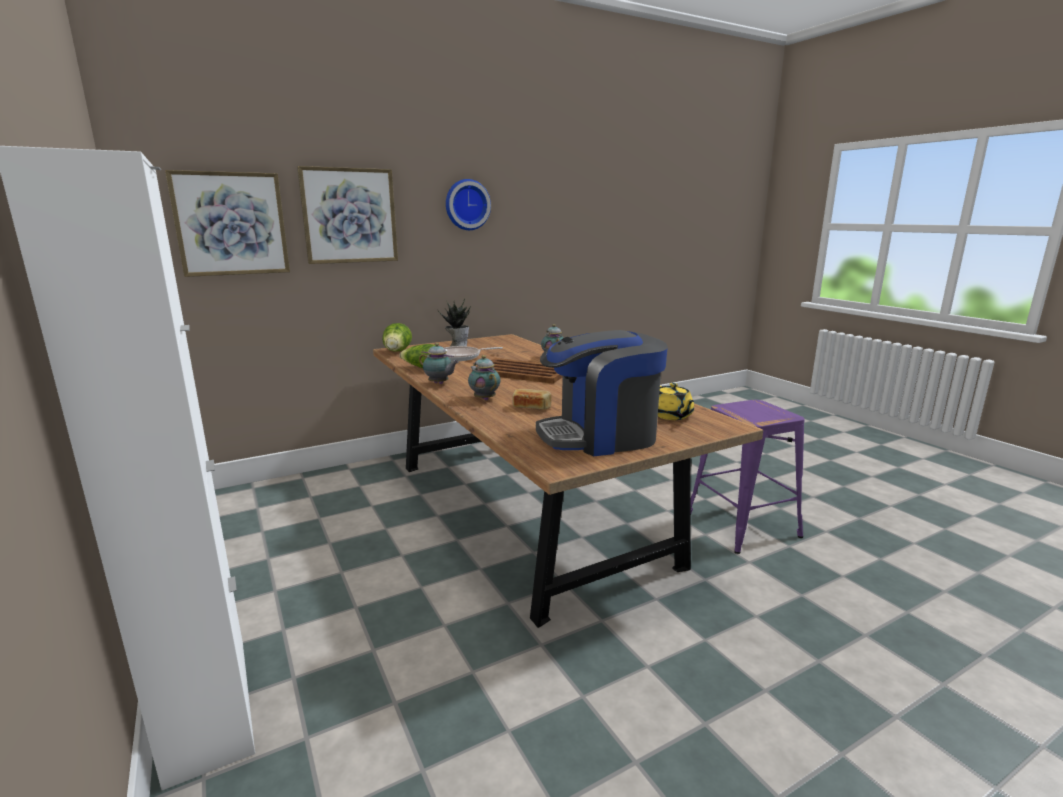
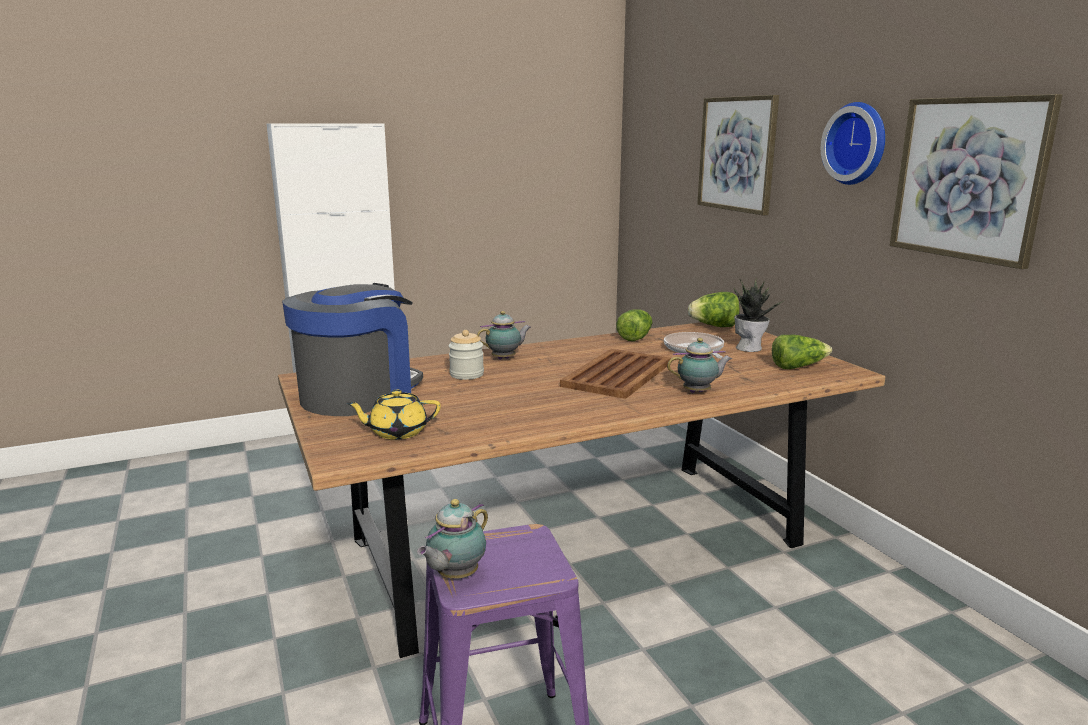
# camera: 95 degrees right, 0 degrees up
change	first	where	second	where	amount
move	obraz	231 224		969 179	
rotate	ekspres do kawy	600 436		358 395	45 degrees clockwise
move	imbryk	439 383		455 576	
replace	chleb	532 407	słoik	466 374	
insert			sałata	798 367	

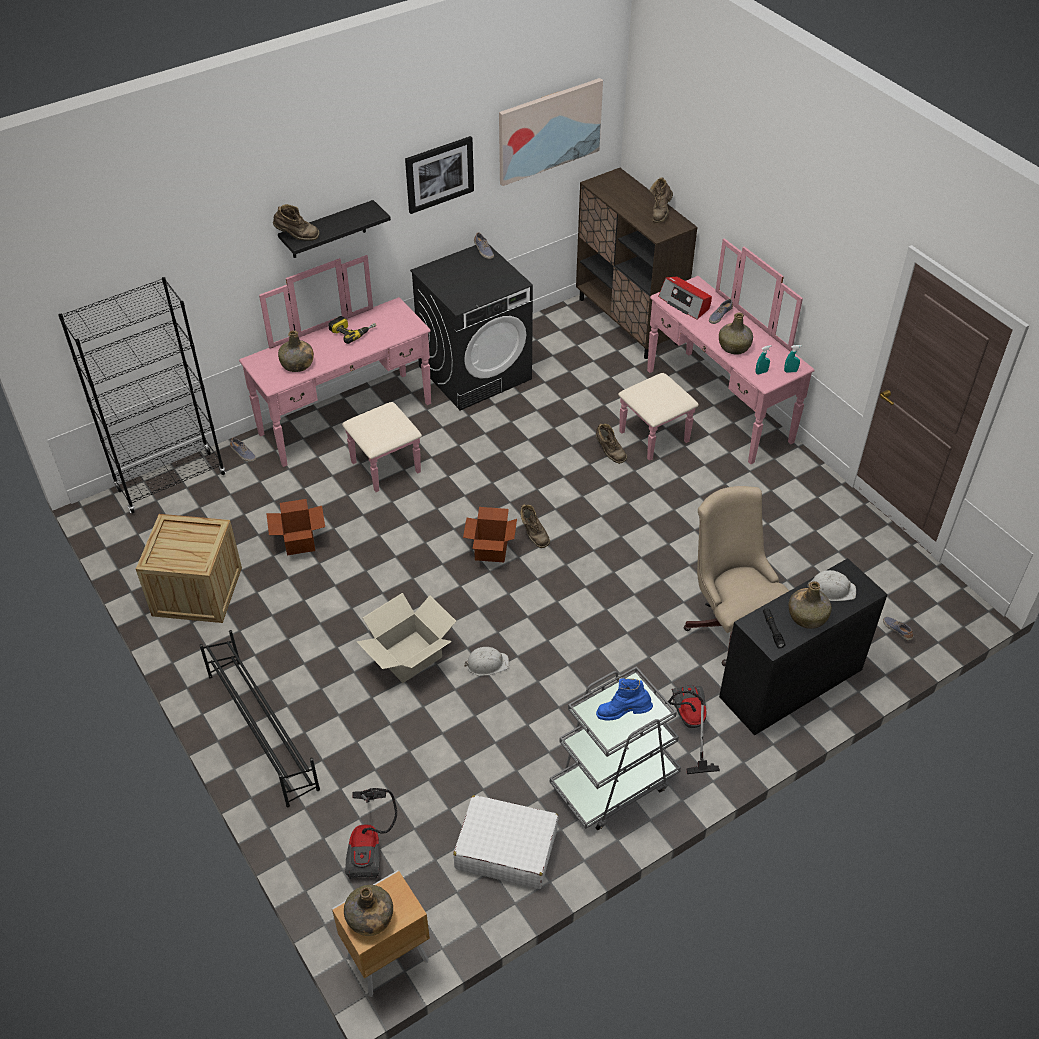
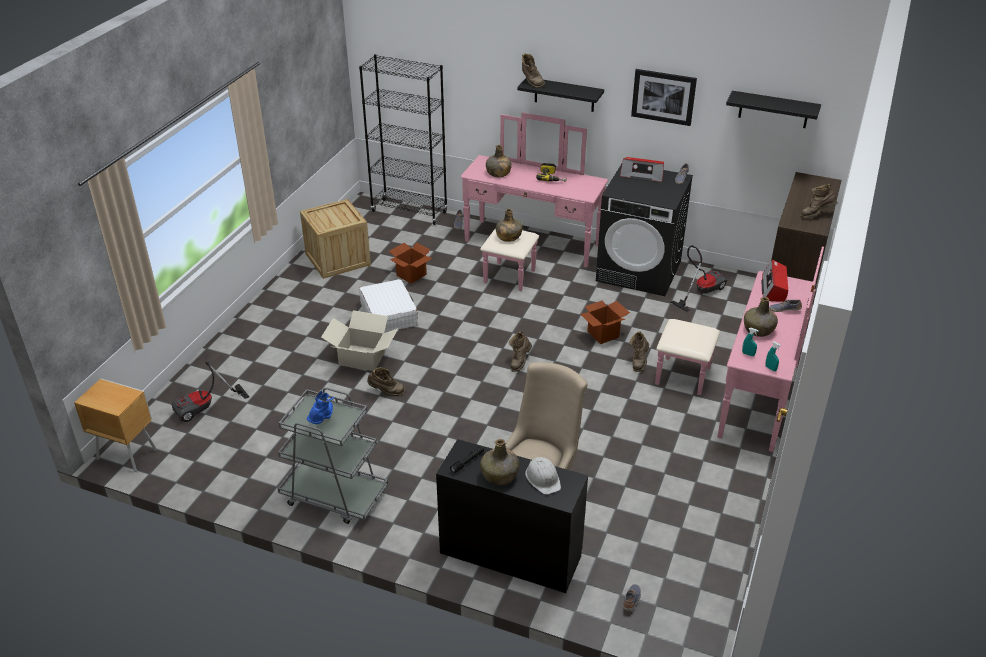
# camera: 55 degrees right, 10 degrees down
change	first	where	second	where	amount
replace	obraz	549 130	półka (czarny)	773 109	
move	karton	491 550		603 334	
delete	regał na buty (czarny)	262 730			
replace	kask (biały)	486 663	but z cholewką (brązowy)	386 392	
rotate	but z cholewką (niebieski)	623 714		322 420	45 degrees clockwise
move	odkurzacz	688 725		700 291	
move	walizka (biały)	506 849		389 314	
move	butelka (zielony)	369 918		508 237	
insert			radio	642 175	

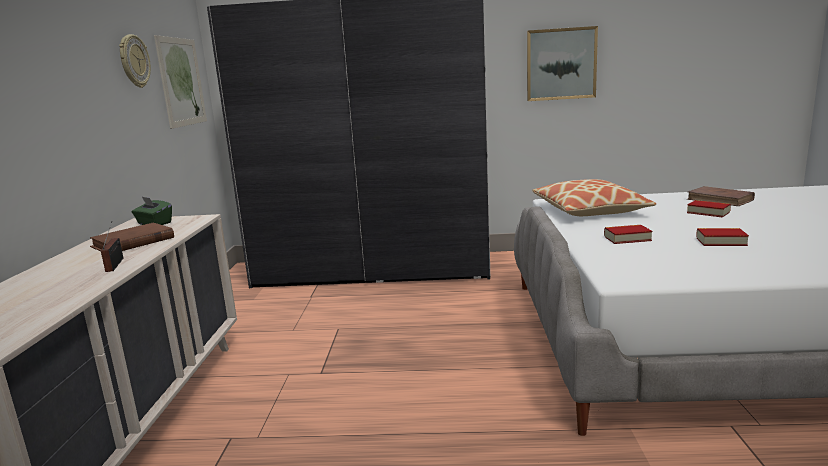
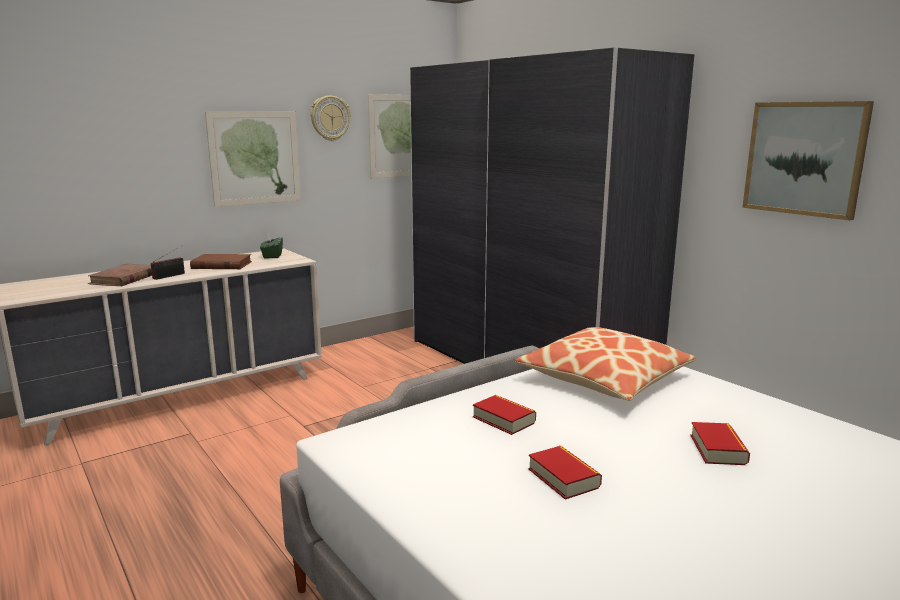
# camera: 50 degrees right, 0 degrees up
change	first	where	second	where	amount
move	książka (brązowy)	720 199		124 279	
insert			obraz	255 158	

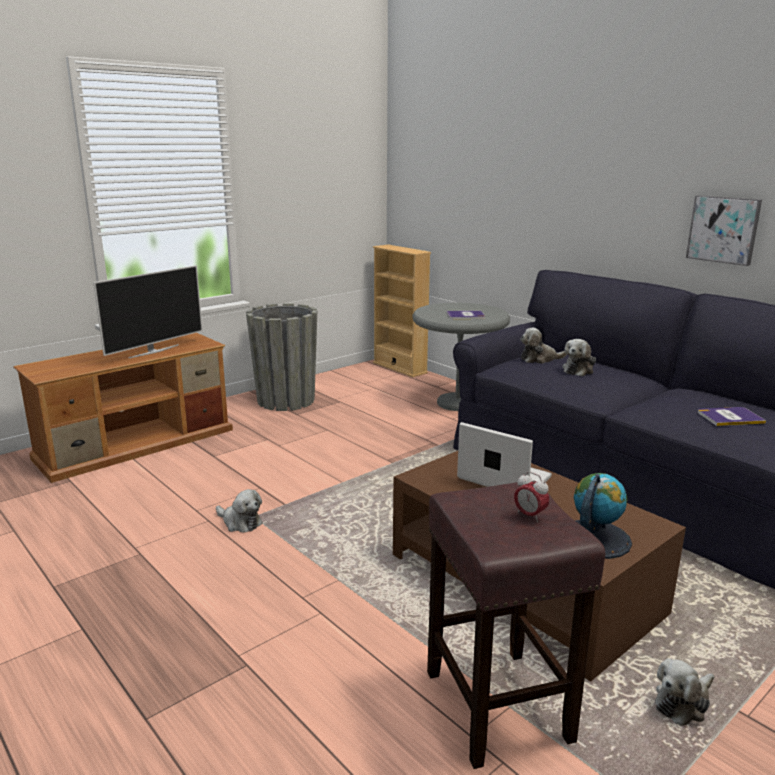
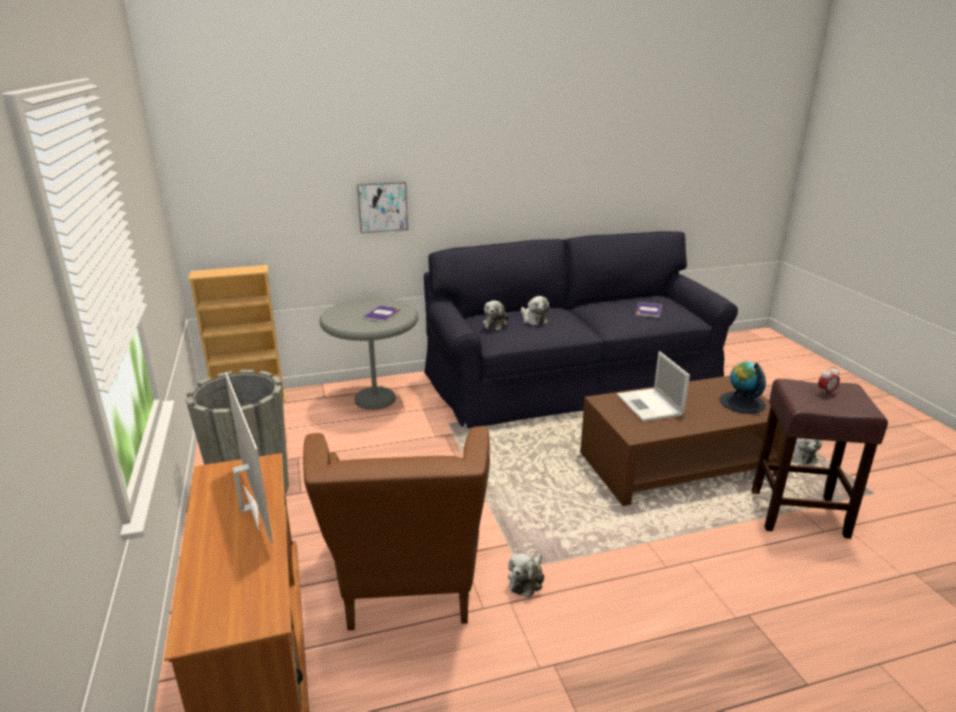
# camera: 65 degrees left, 5 degrees up
change	first	where	second	where	amount
move	obraz	723 229		382 206	
rotate	laptop	502 477		650 406	75 degrees counterclockwise
rotate	pluszak	240 522		526 580	150 degrees clockwise
insert			fotel (brązowy)	408 586	

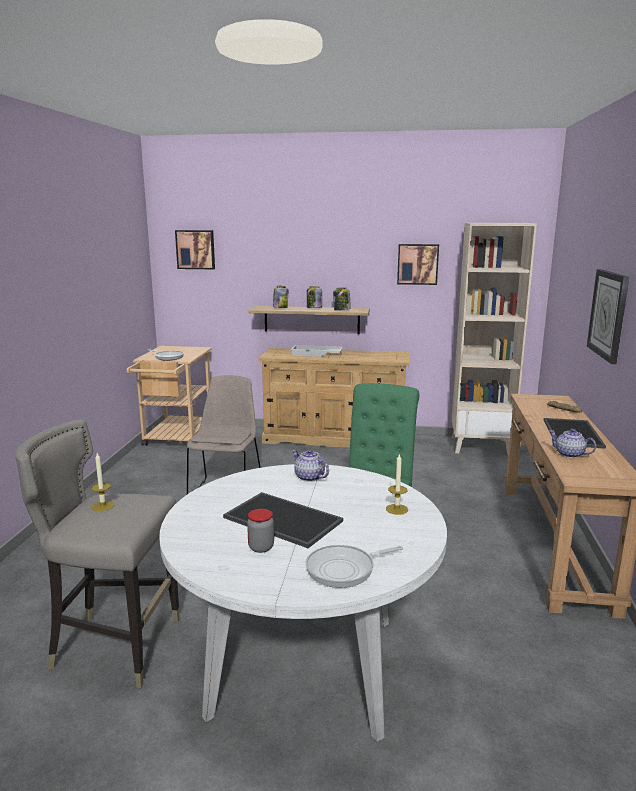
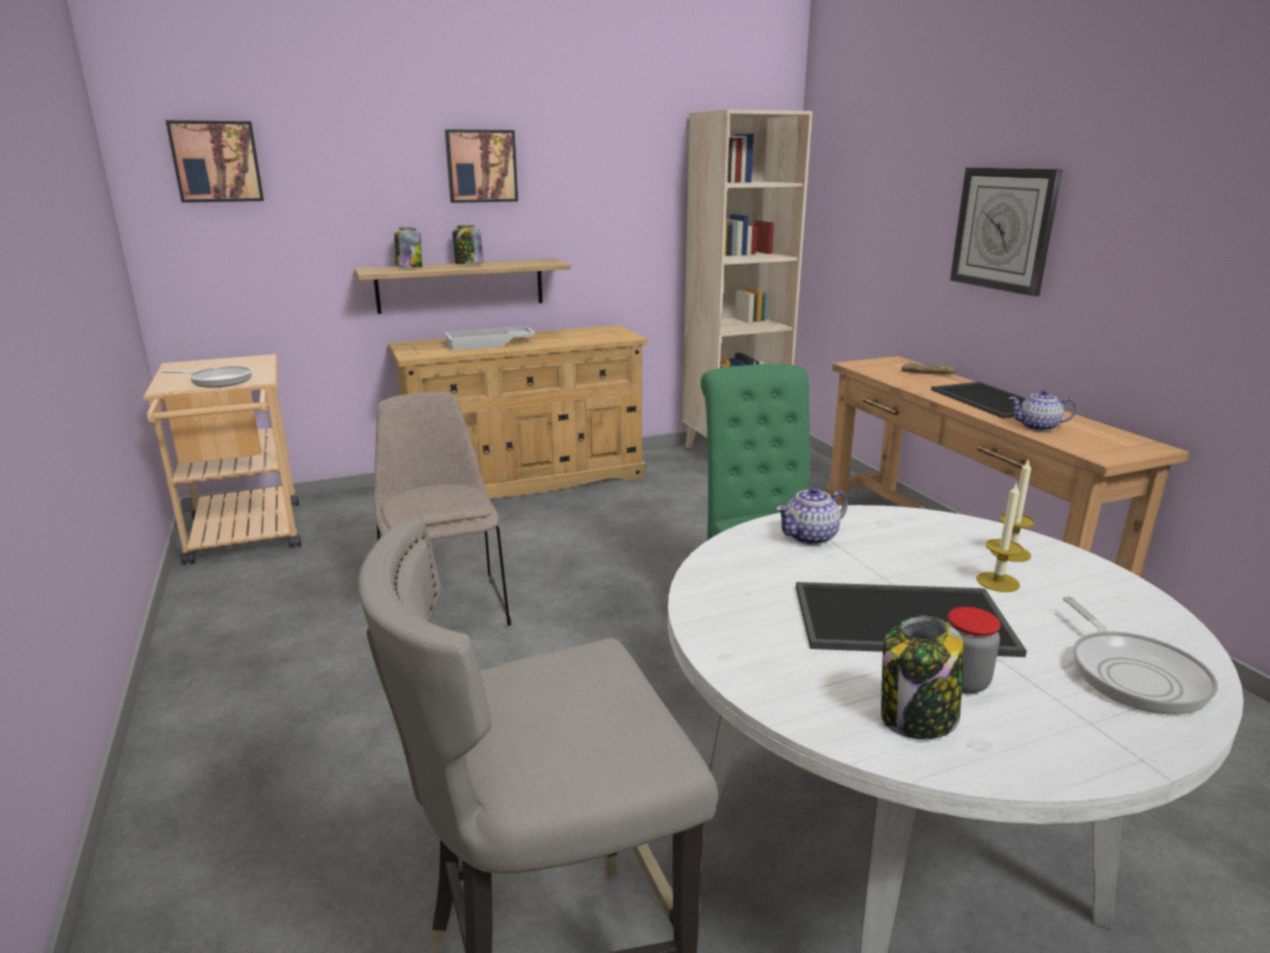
# camera: 30 degrees left, 5 degrees up
change	first	where	second	where	amount
move	obraz	417 264		481 166	
move	słoik	341 310		917 718	
rotate	imbryk	309 477		811 537	45 degrees counterclockwise
move	świeca	103 506		997 582	
rotate	patelnia	344 569		1133 674	45 degrees counterclockwise

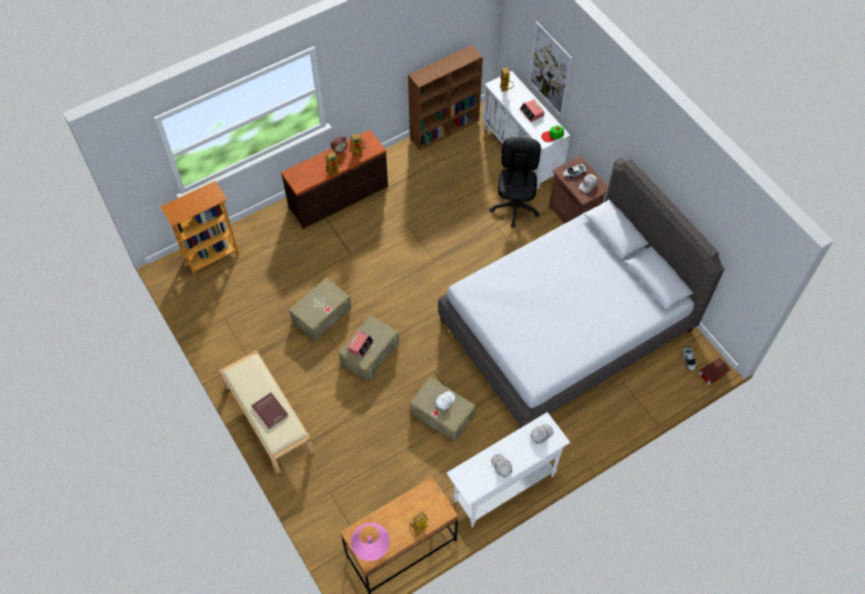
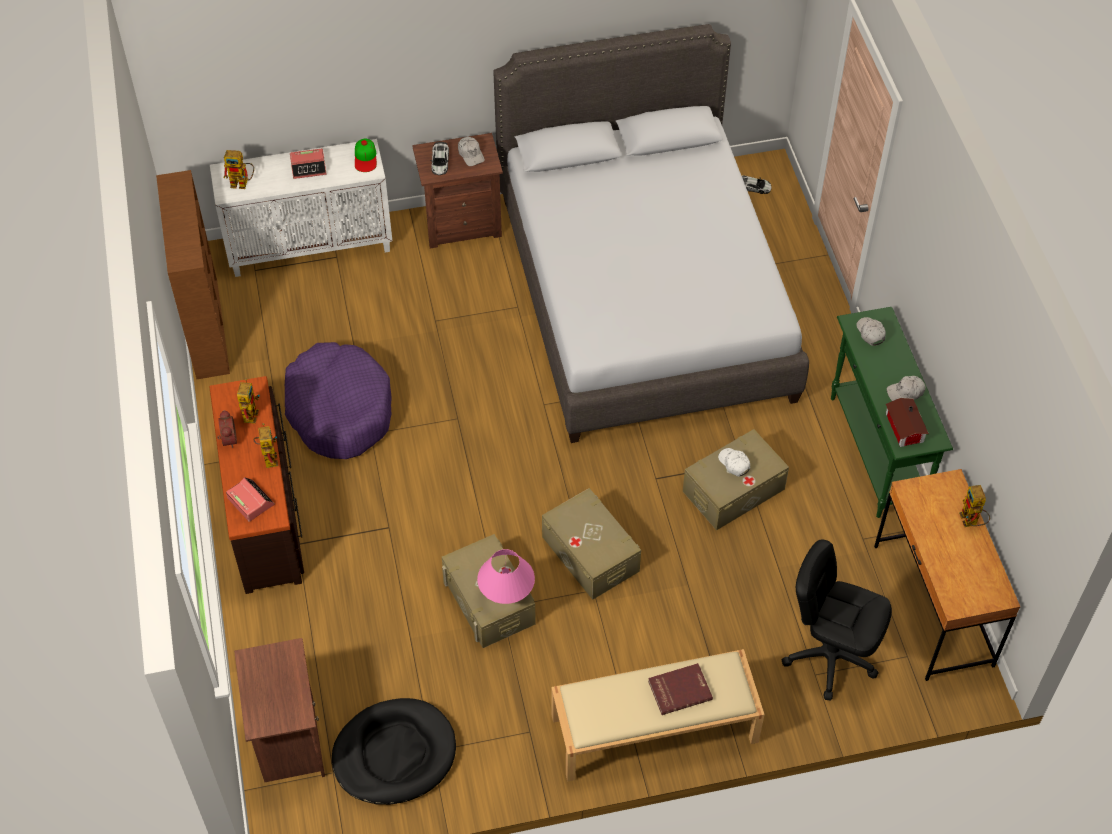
# camera: 70 degrees left, 5 degrees down
change	first	where	second	where	amount
delete	obraz	550 70			
move	krzesło biurowe (czarny)	515 207		830 656	
replace	regał	211 256	szafka nocna (brązowy)	288 741	
move	budzik	360 345		250 501	
move	domek	711 373		903 429	
recolor	stolik konsolowy (biały)	503 488	stolik konsolowy (zielony)	876 452	
move	lampa stołowa (różowy)	371 548		506 594	
insert			legowisko (fioletowy)	339 410	
insert			legowisko (czarny)	394 754	

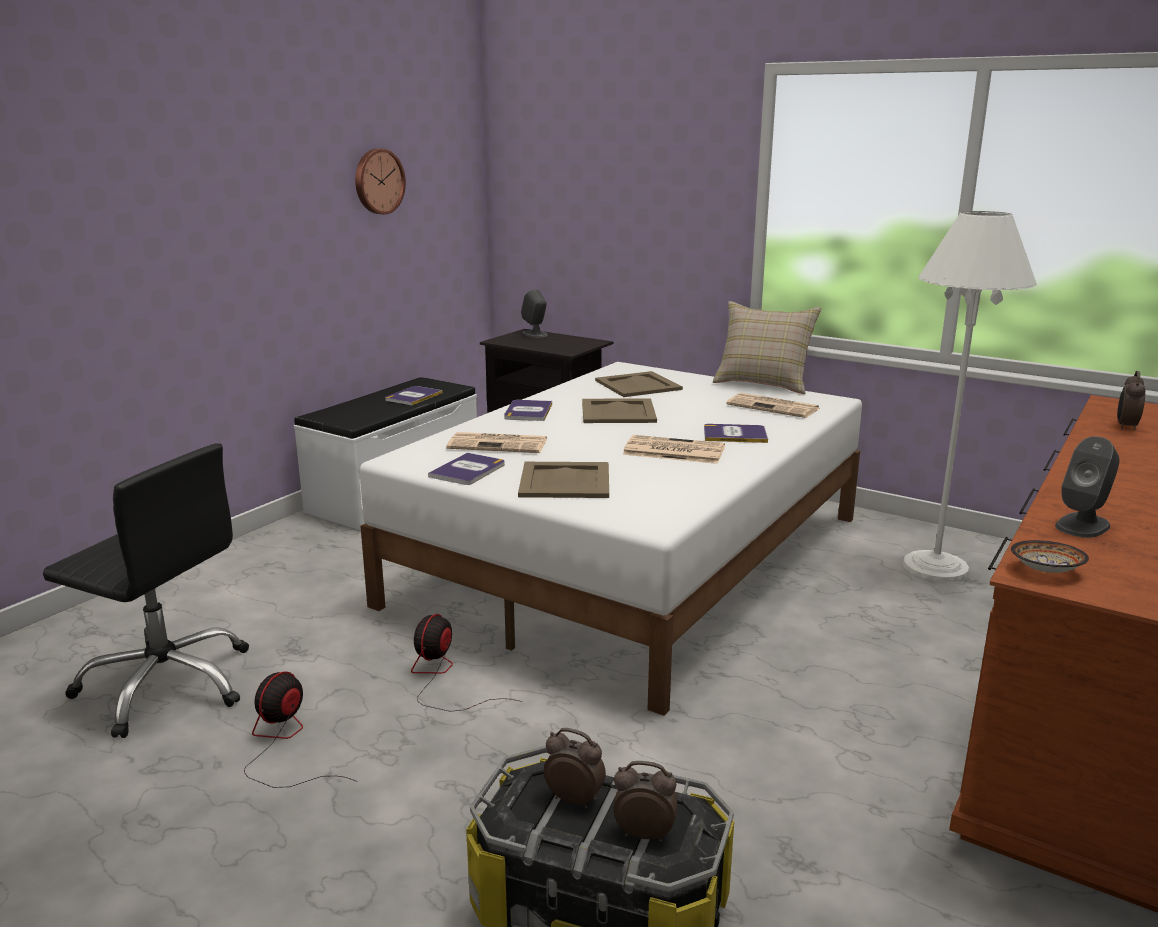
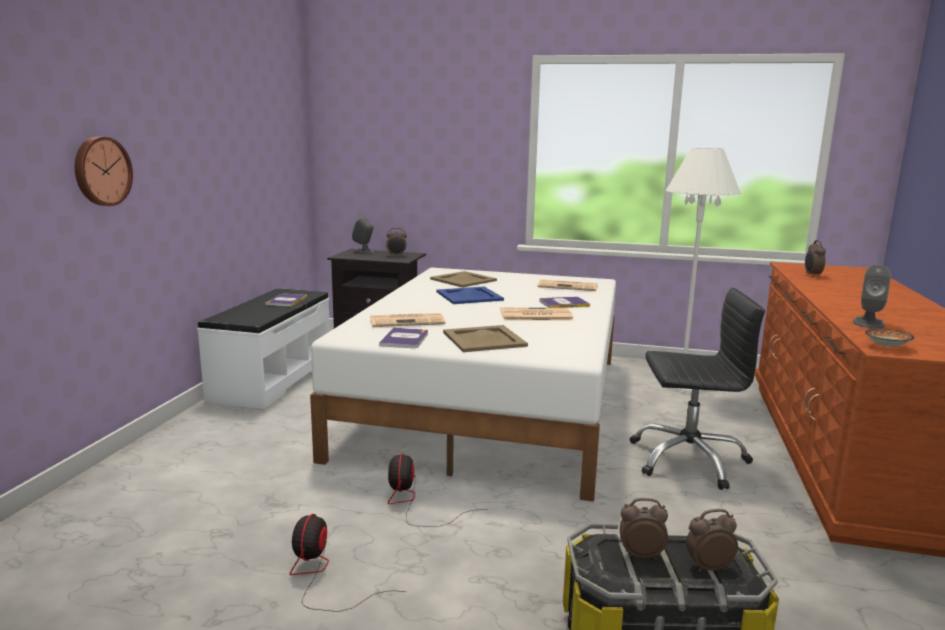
# camera: 20 degrees left, 5 degrees down
change	first	where	second	where	amount
move	zegar ścienny	378 181		101 171	
delete	poduszka (beżowy)	763 383			
recolor	taca (beżowy)	618 411	taca (niebieski)	469 296	
delete	książka	528 411			
move	krzesło biurowe (czarny)	167 684		688 459	
insert			budzik	396 256	

